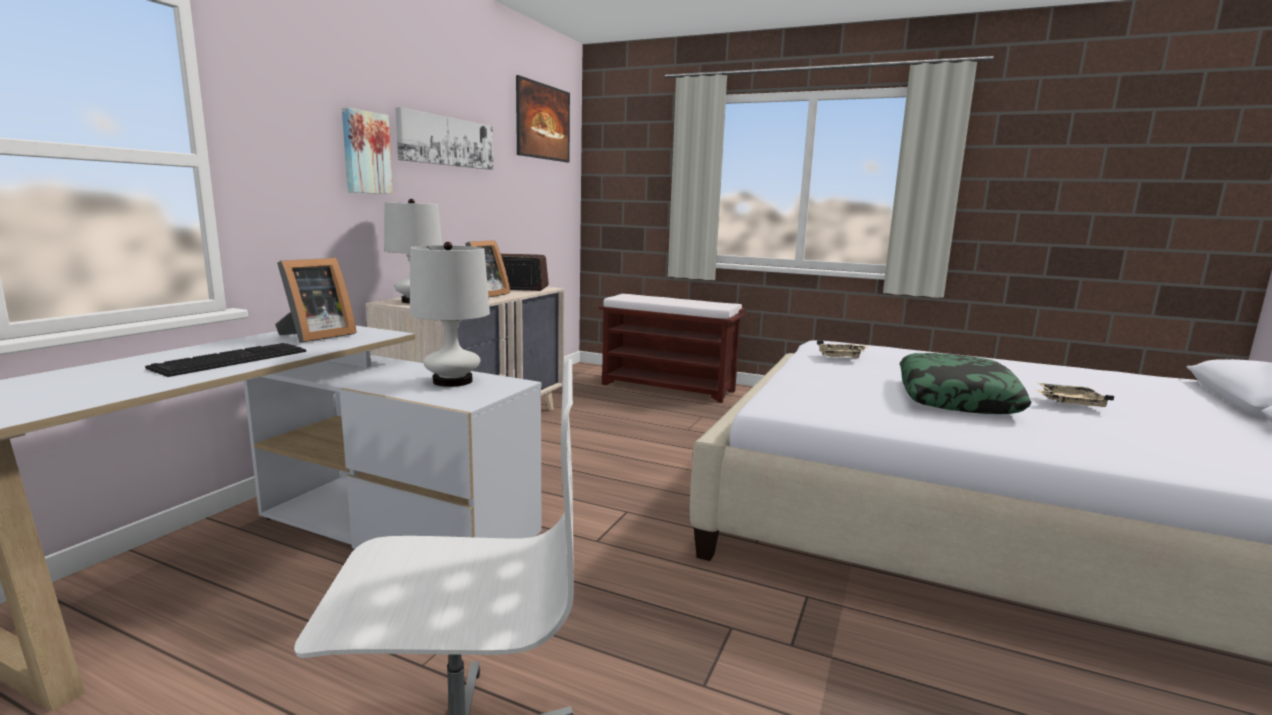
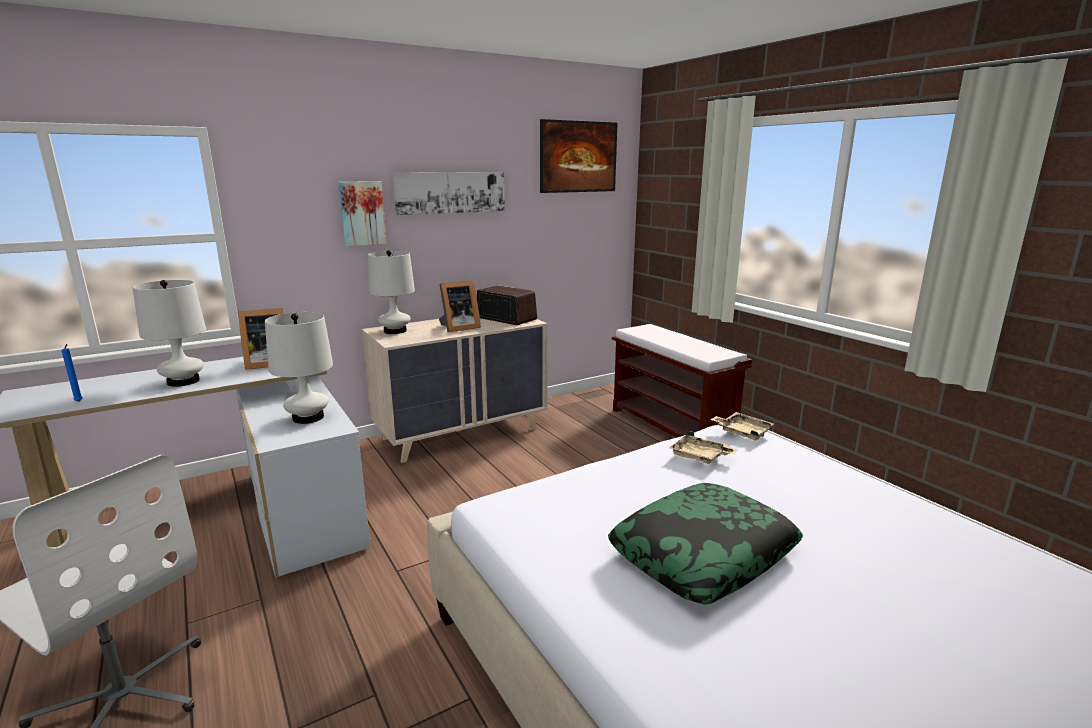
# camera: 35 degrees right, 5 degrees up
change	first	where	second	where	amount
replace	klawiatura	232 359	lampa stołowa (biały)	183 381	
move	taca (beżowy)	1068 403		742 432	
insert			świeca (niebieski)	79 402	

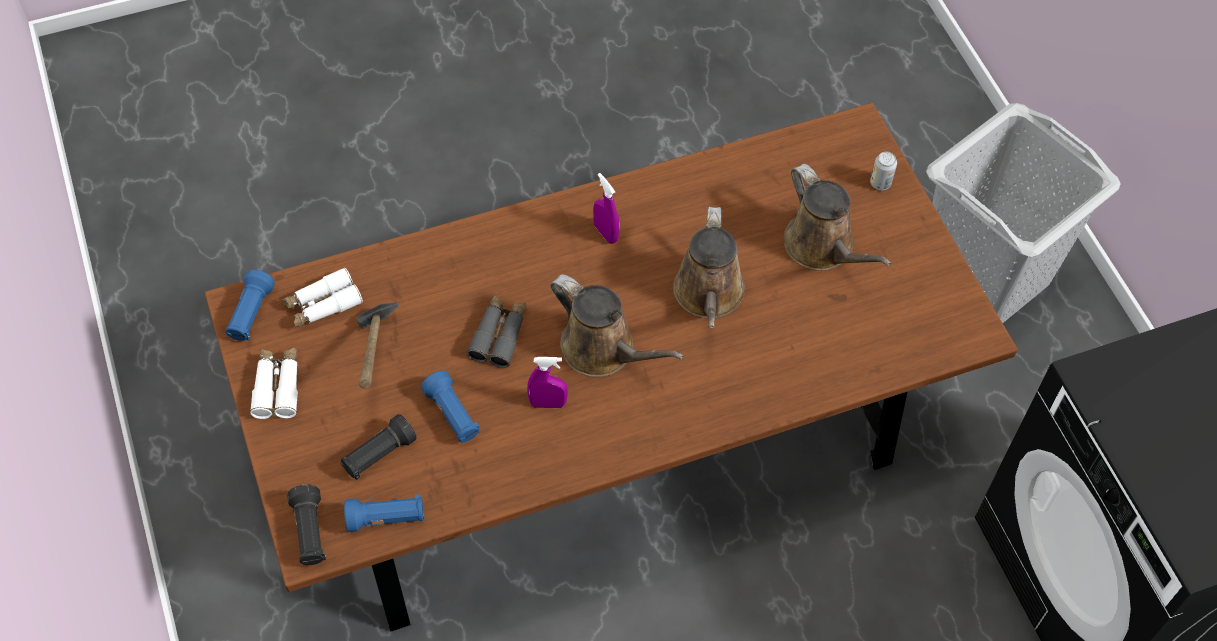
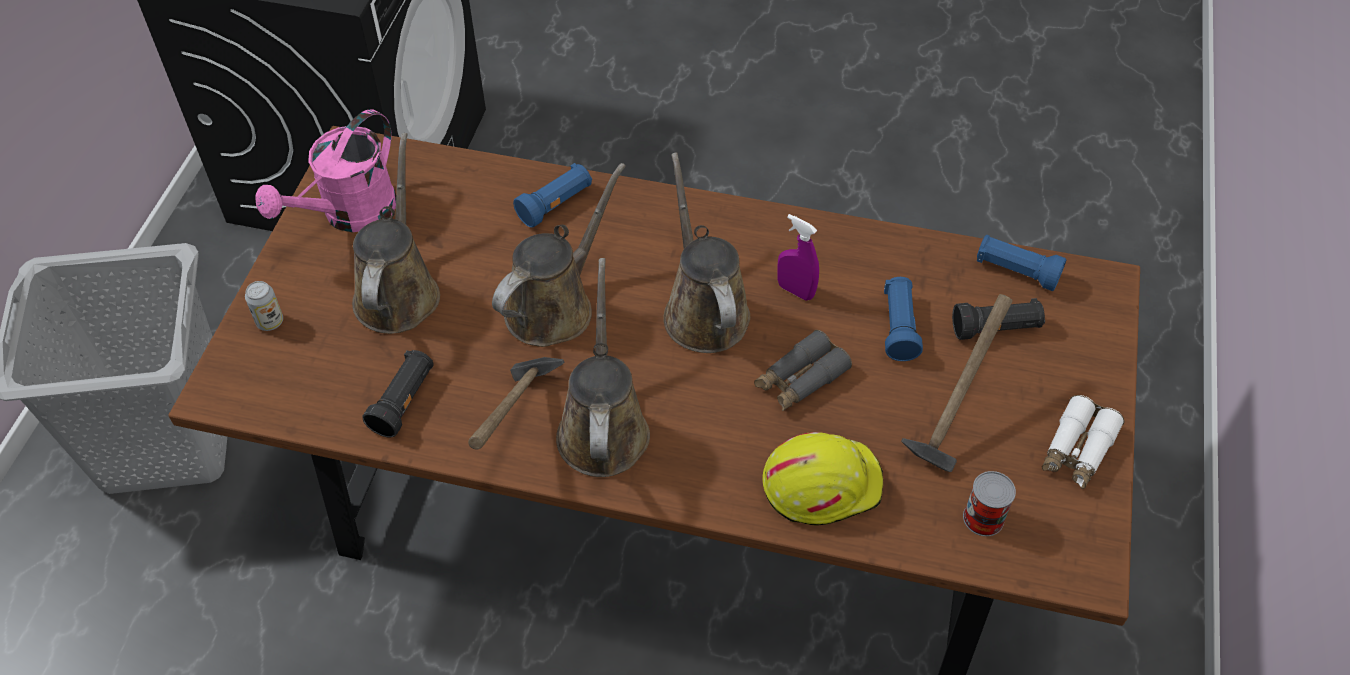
# camera: 145 degrees left, 5 degrees down
change	first	where	second	where	amount
replace	spryskiwacz (fioletowy)	605 233	konewka (brązowy)	603 427	
replace	lornetka (biały)	322 304	puszka	983 518	
move	latarka (niebieski)	250 314		556 204	
move	latarka (czarny)	310 533		404 401	
insert			konewka (różowy)	349 215	
insert			młotek	519 427	
insert			kask (żółty)	821 483	

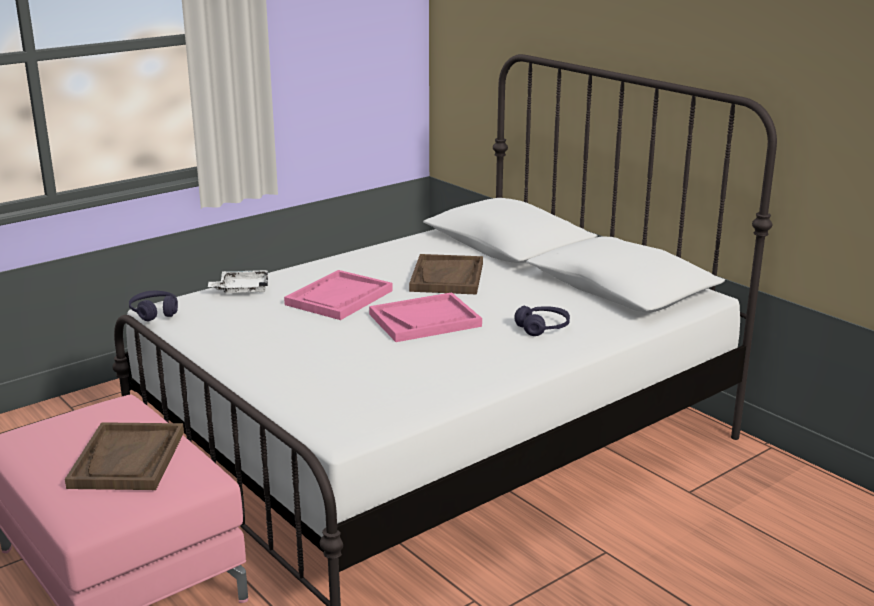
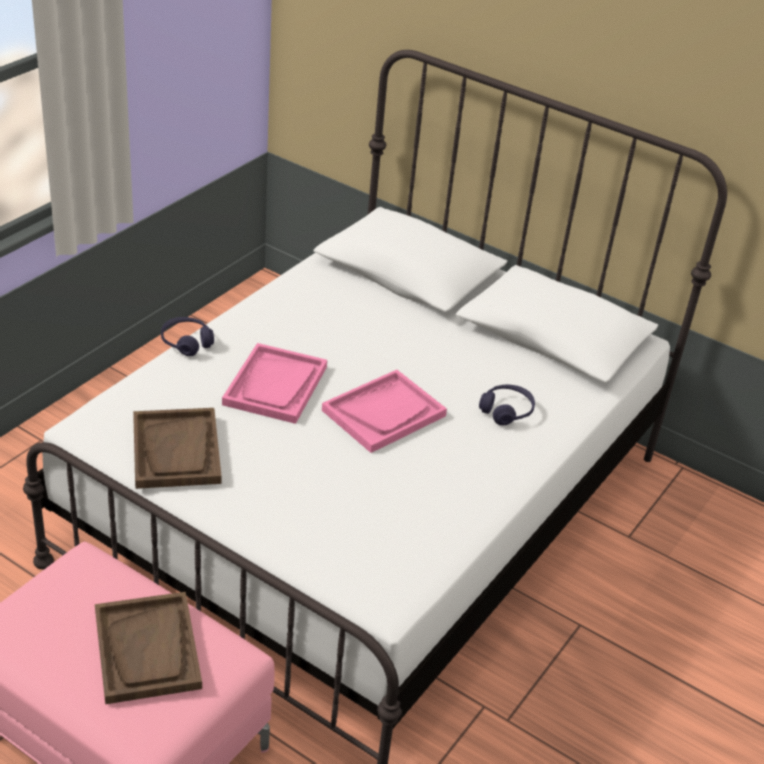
# camera: 20 degrees left, 15 degrees up
change	first	where	second	where	amount
move	taca (brązowy)	447 277		176 450	
delete	taca (biały)	242 289			
move	słuchawki (fioletowy)	154 312		186 342	

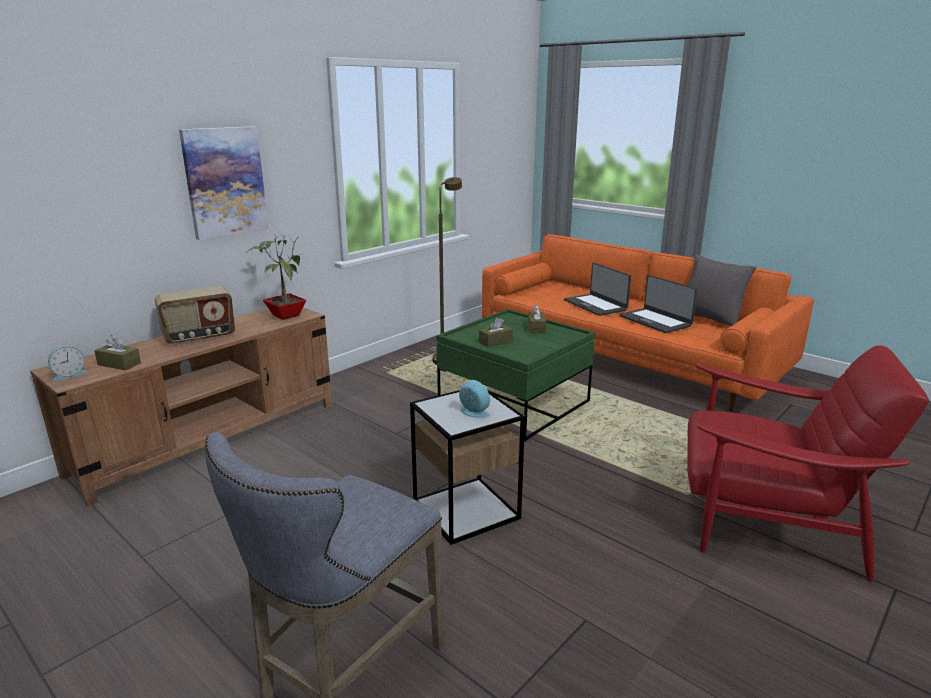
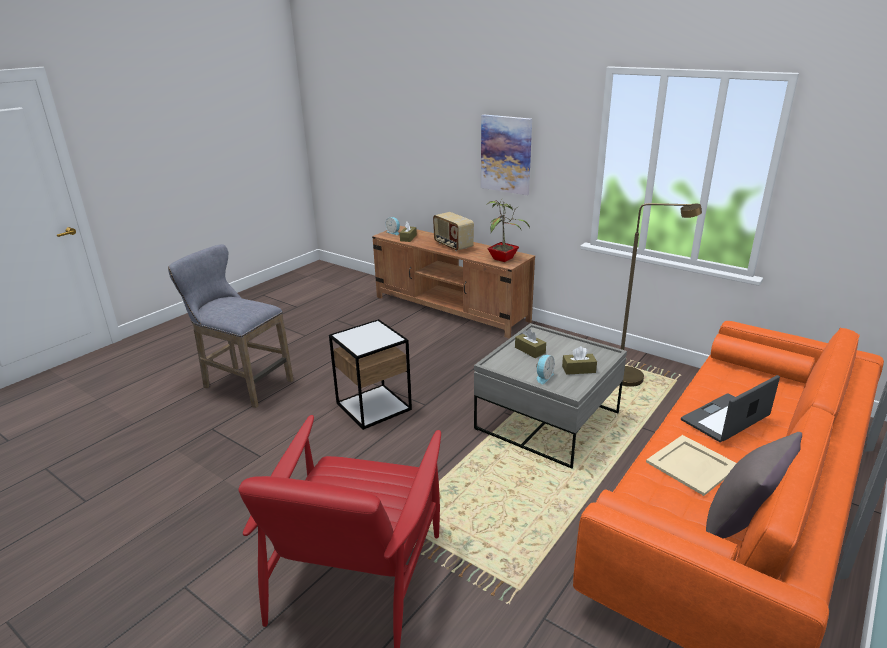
# camera: 85 degrees right, 5 degrees up
change	first	where	second	where	amount
replace	laptop	655 321	taca (beżowy)	692 465	
recolor	ława (zielony)	514 403	ława (szary)	547 421	
move	budzik	472 412		543 377	

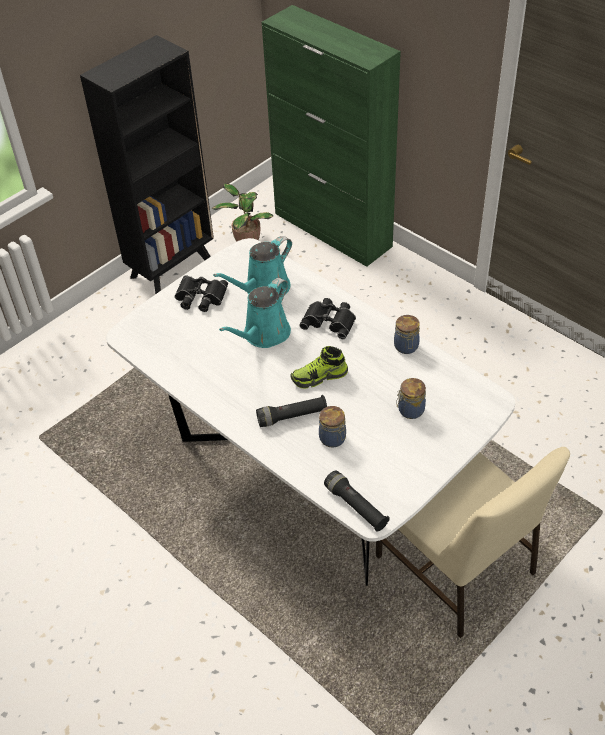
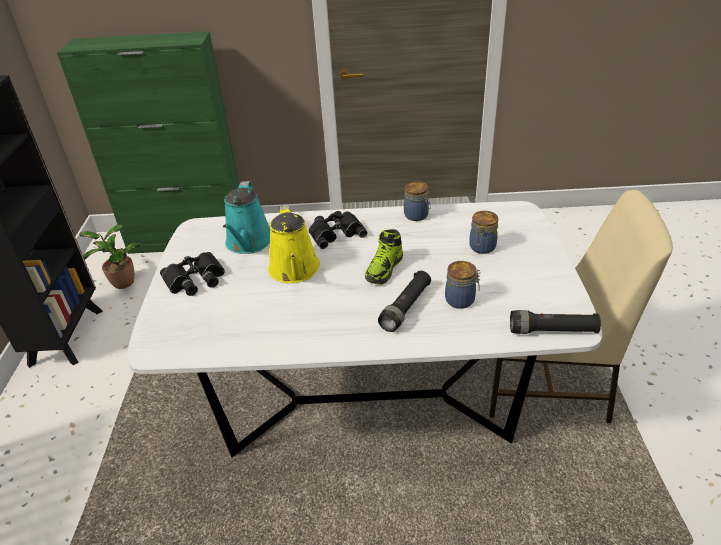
# camera: 45 degrees left, 10 degrees down
change	first	where	second	where	amount
recolor	konewka (turkusowy)	264 335	konewka (żółty)	295 271	

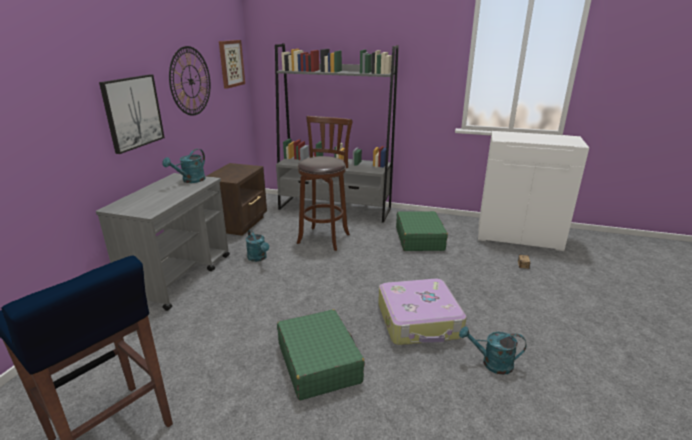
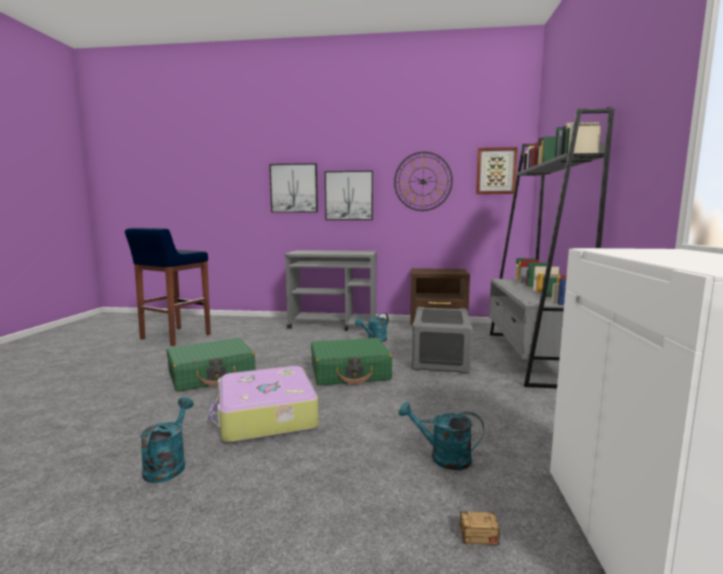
# camera: 80 degrees right, 15 degrees down
change	first	where	second	where	amount
replace	stołek (brązowy)	324 237	pojemnik do przechowywania (szary)	441 359	
move	konewka (turkusowy)	190 181		443 457	
move	walizka (zielony)	419 239		350 373	
insert			obraz	294 188	

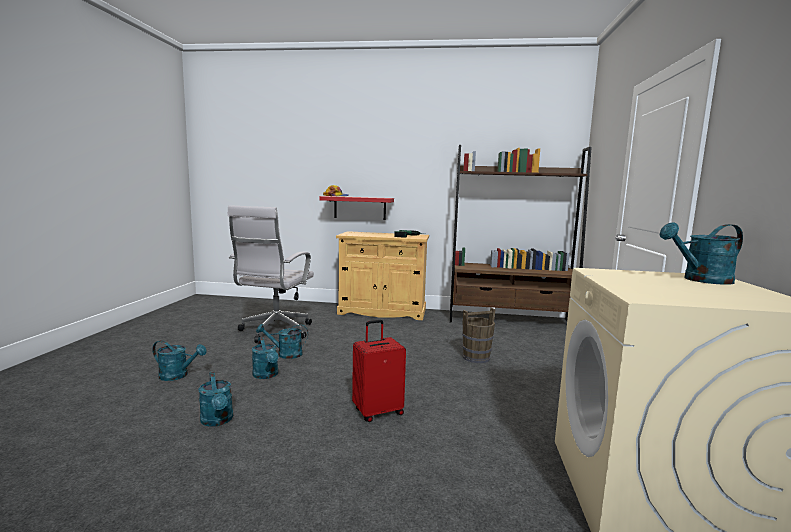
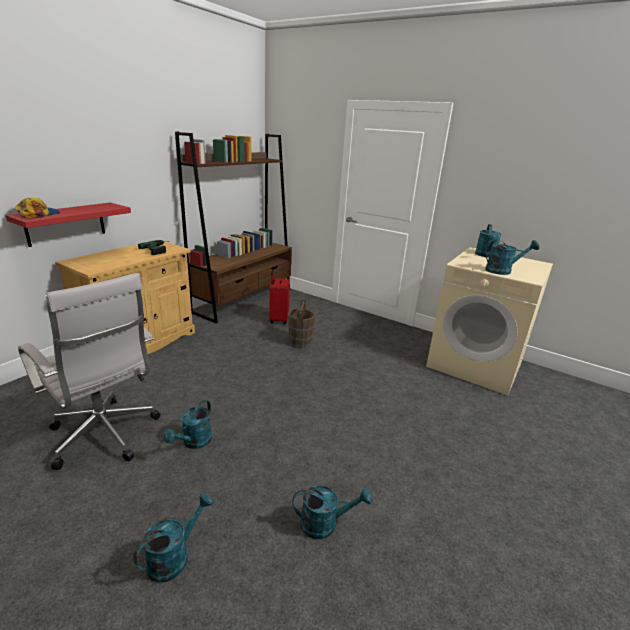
# camera: 65 degrees left, 15 degrees up
change	first	where	second	where	amount
move	walizka (czerwony)	377 411		278 320	
move	konewka (turkusowy)	267 375		502 271	

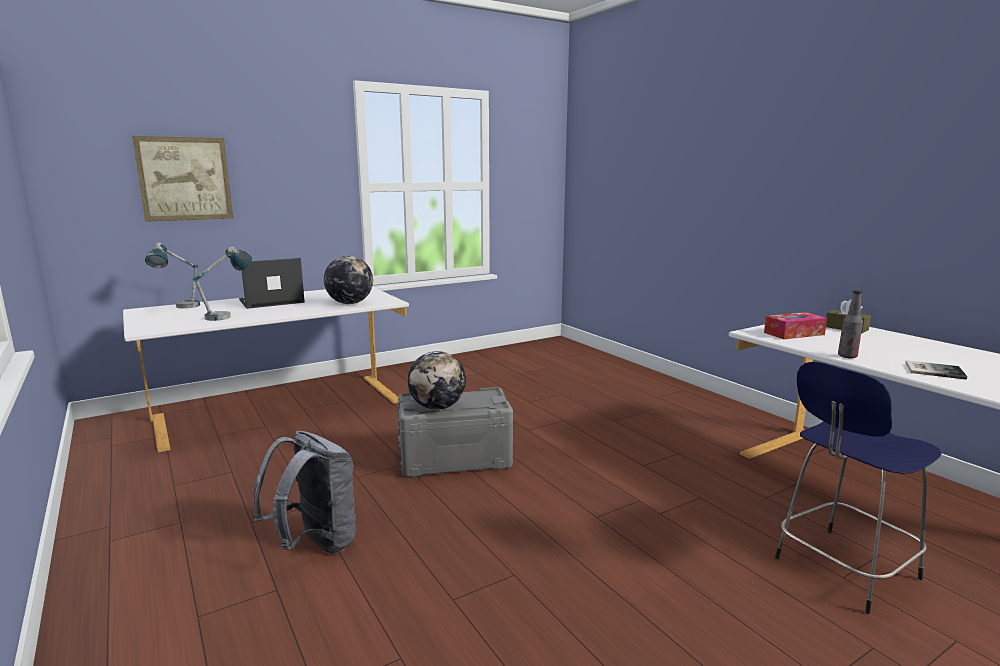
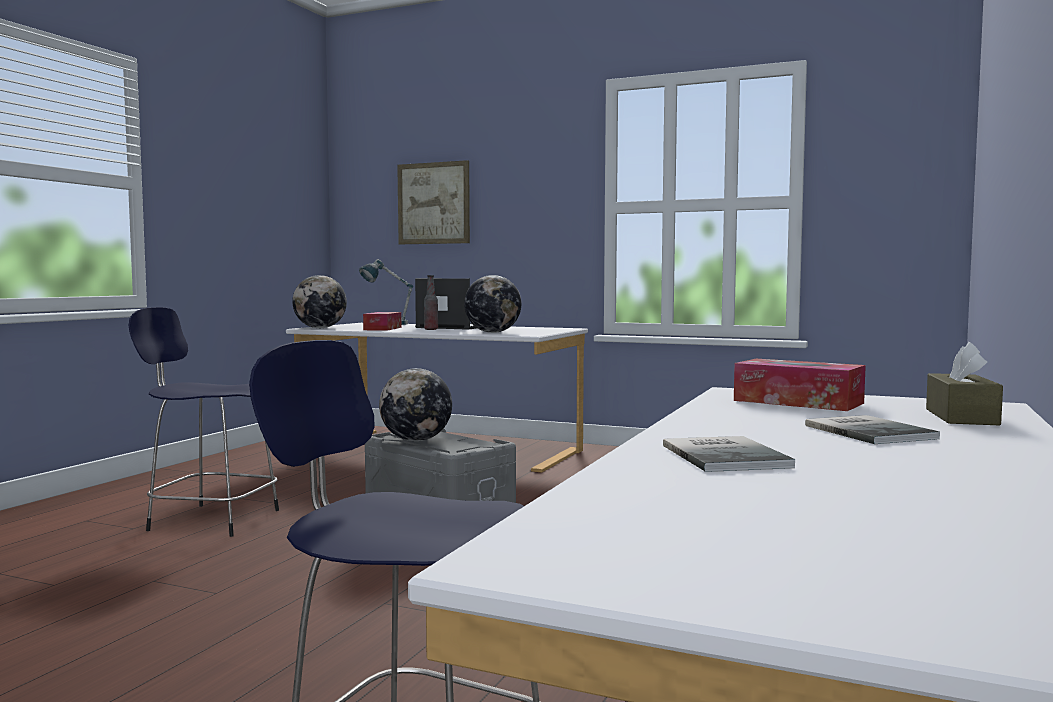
# camera: 55 degrees right, 10 degrees down
change	first	where	second	where	amount
replace	lampa stołowa	228 316	pudełko chusteczek	382 328	
move	butelka	847 356		431 329	
replace	plecak (szary)	315 544	stołek (niebieski)	211 520	
insert			globus	320 328	
insert			książka	870 431	

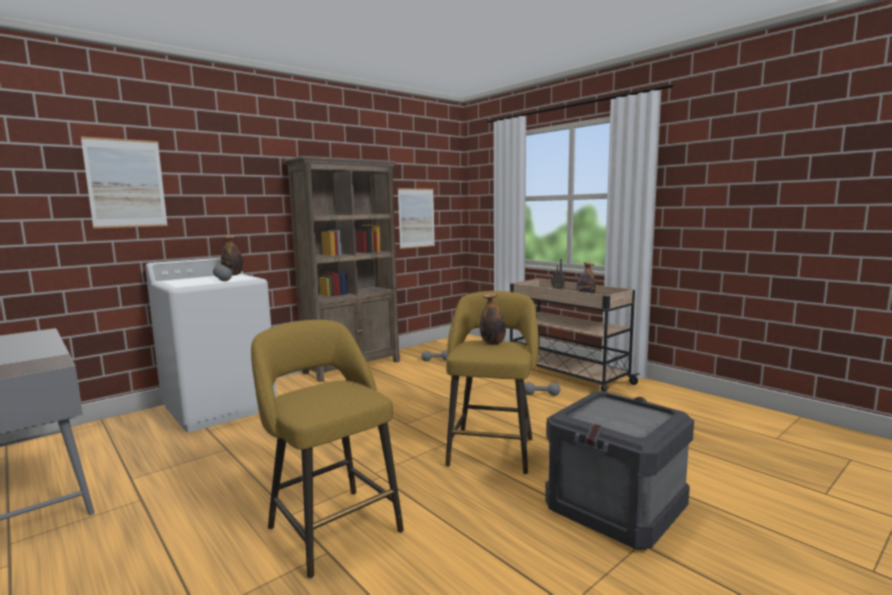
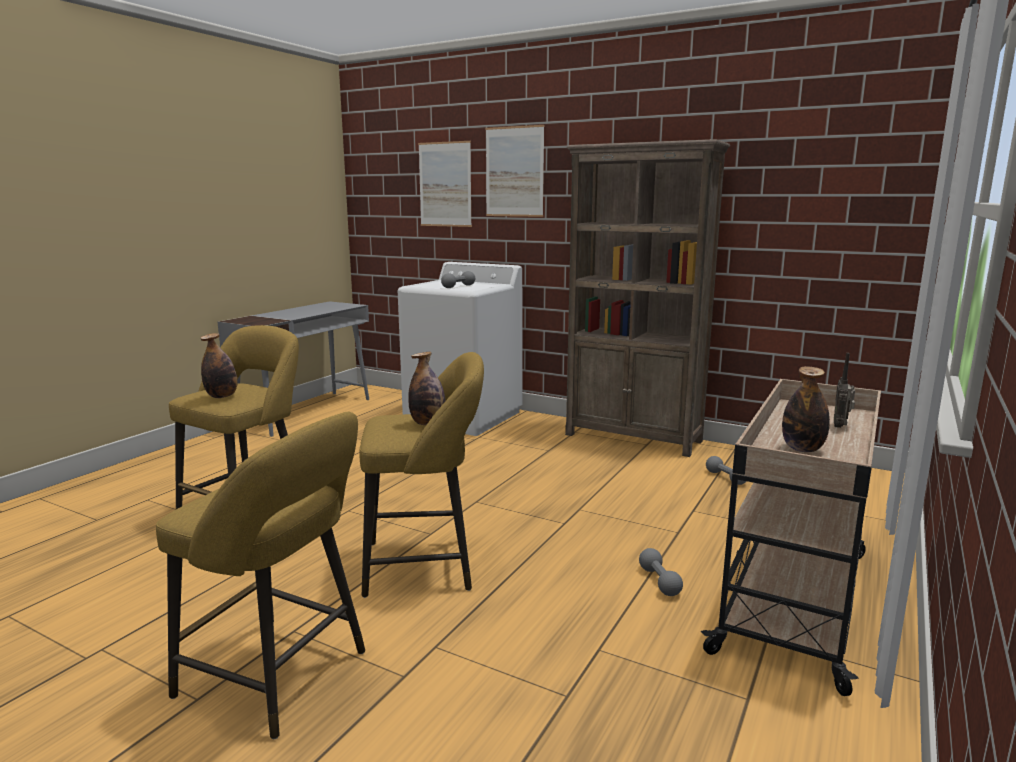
# camera: 70 degrees right, 5 degrees up
change	first	where	second	where	amount
move	obraz	416 218		514 172	
move	butelka	233 275		222 396	
replace	skrzynka	617 508	stołek (żółty)	281 677	

